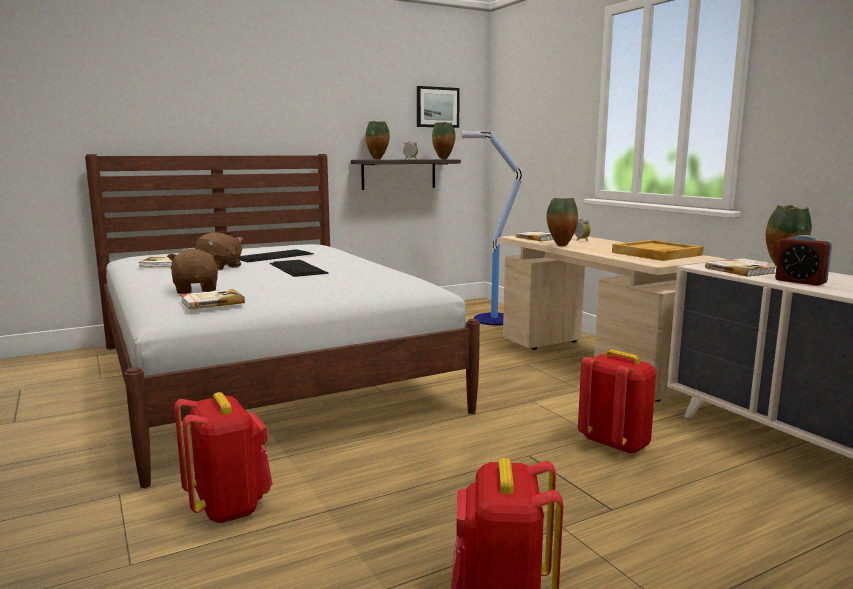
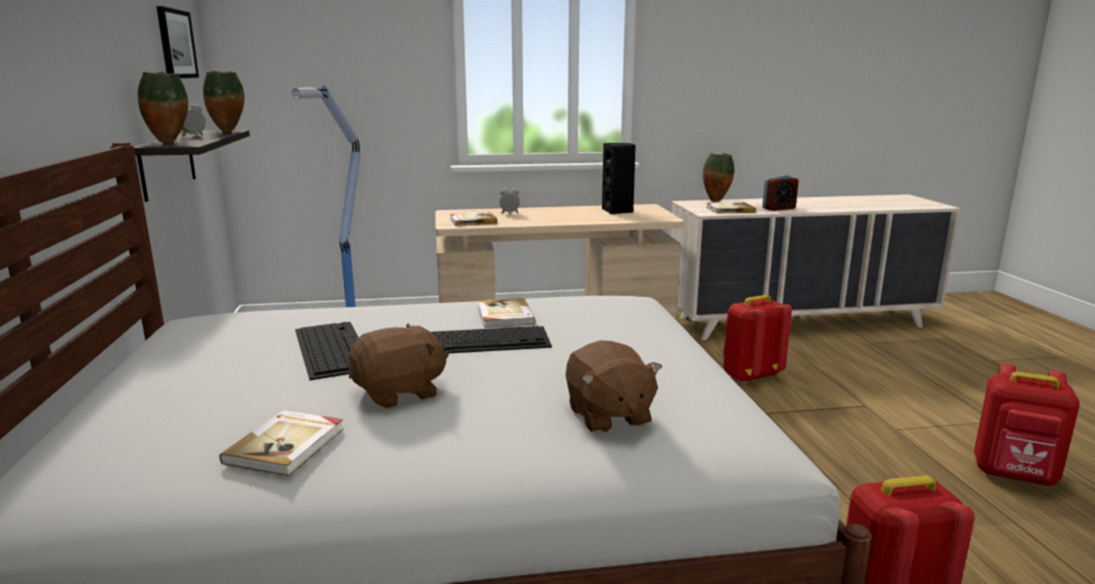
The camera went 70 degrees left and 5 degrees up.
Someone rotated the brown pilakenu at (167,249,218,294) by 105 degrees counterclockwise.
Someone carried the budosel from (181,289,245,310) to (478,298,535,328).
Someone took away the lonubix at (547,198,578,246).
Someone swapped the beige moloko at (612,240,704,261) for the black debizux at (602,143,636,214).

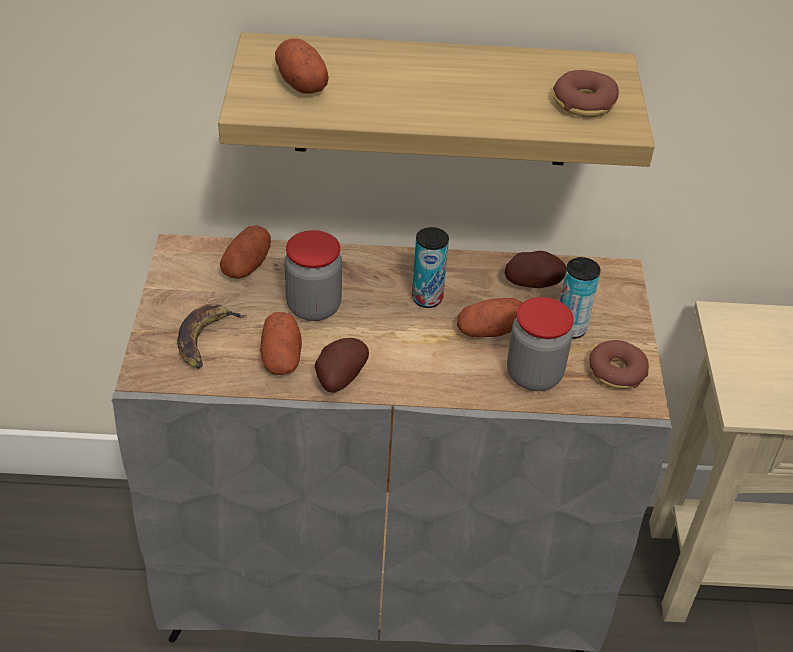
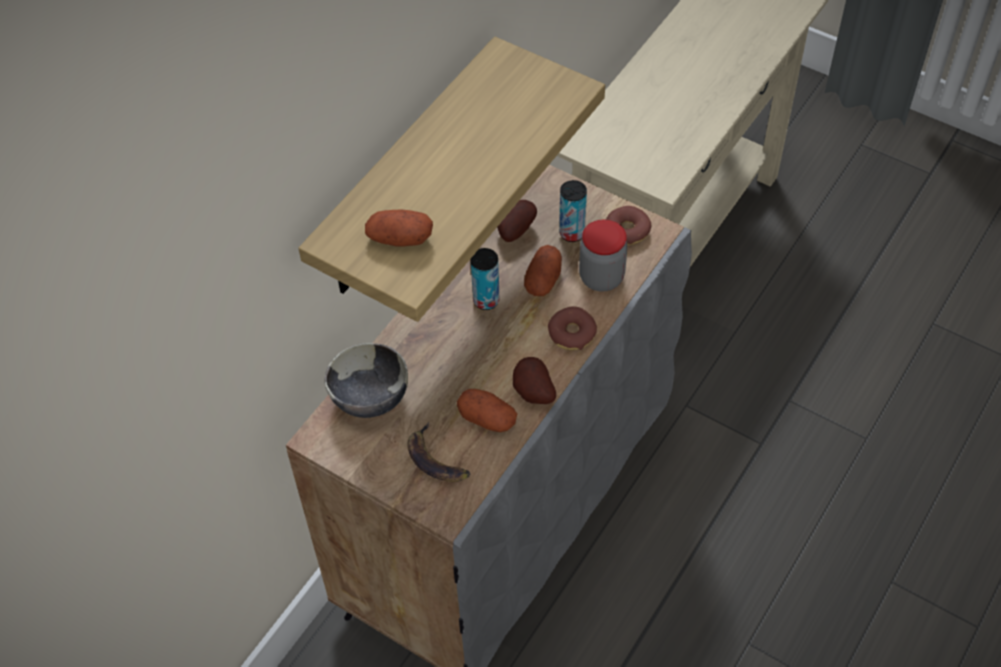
The camera went 55 degrees left and 10 degrees up.
Someone swapped the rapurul at (220,225,271,279) for the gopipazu at (324,343,408,418).
Someone took away the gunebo at (285,230,342,321).
Someone carried the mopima from (553,70,619,117) to (548,306,597,350).

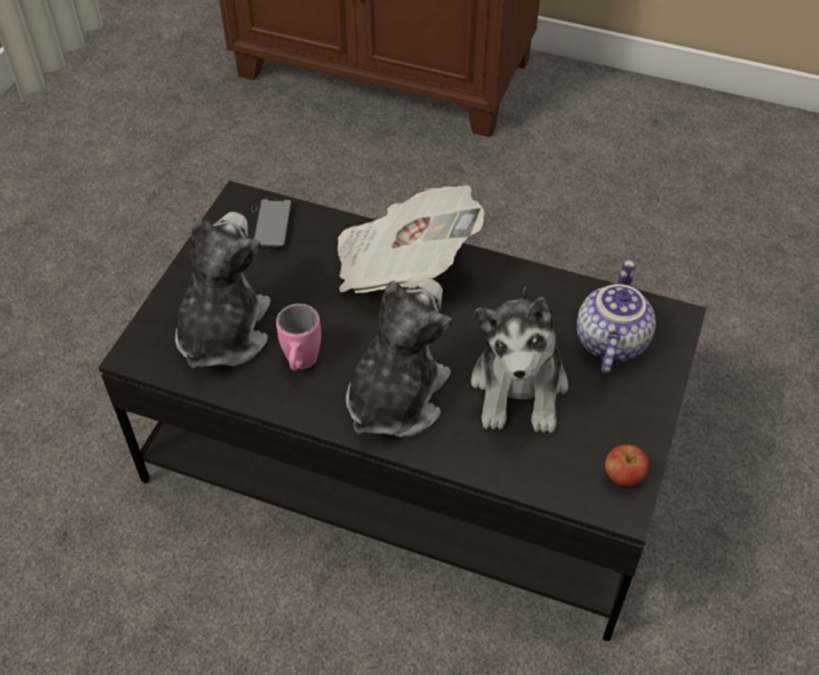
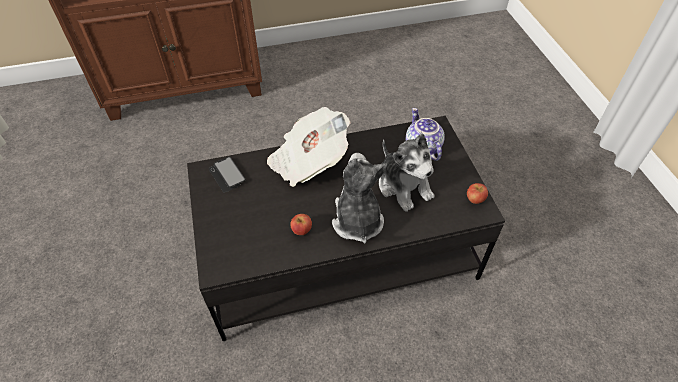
The camera went 35 degrees left and 0 degrees up.
Someone took away the pilakenu at (175,212,271,368).
Someone swapped the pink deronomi at (276,303,321,371) for the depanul at (290,214,312,235).

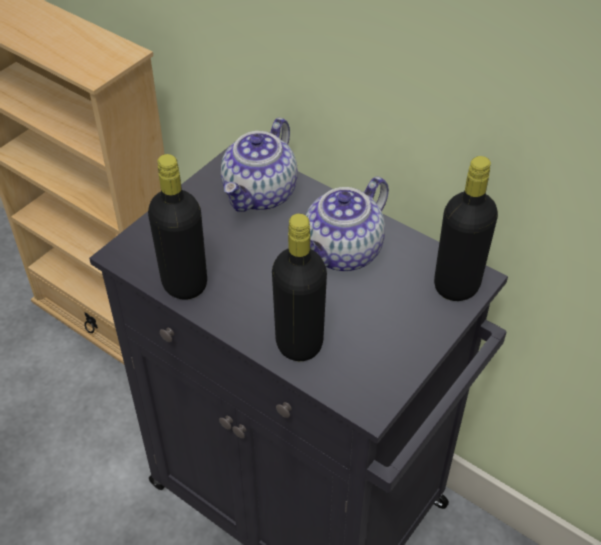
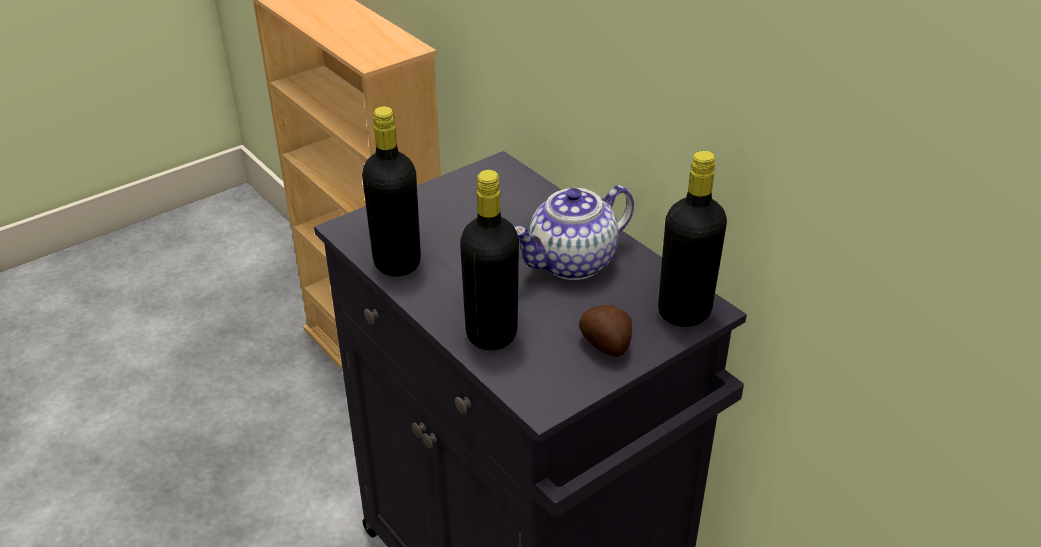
The camera went 15 degrees right and 10 degrees down.
Someone took away the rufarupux at (221,118,298,212).
Someone put down the rapurul at (579,305,632,357).

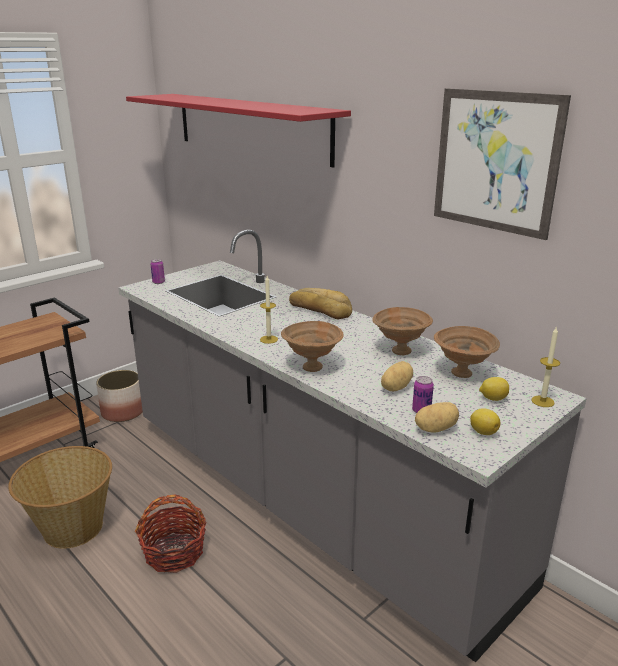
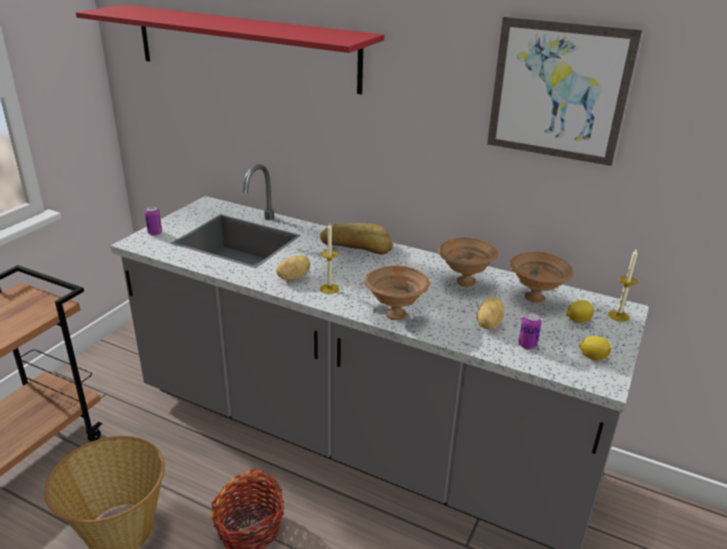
The camera went 20 degrees left and 5 degrees up.
Someone took away the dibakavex at (96,370,143,422).
Someone carried the rapurul from (415,402,459,432) to (276,255,310,281).

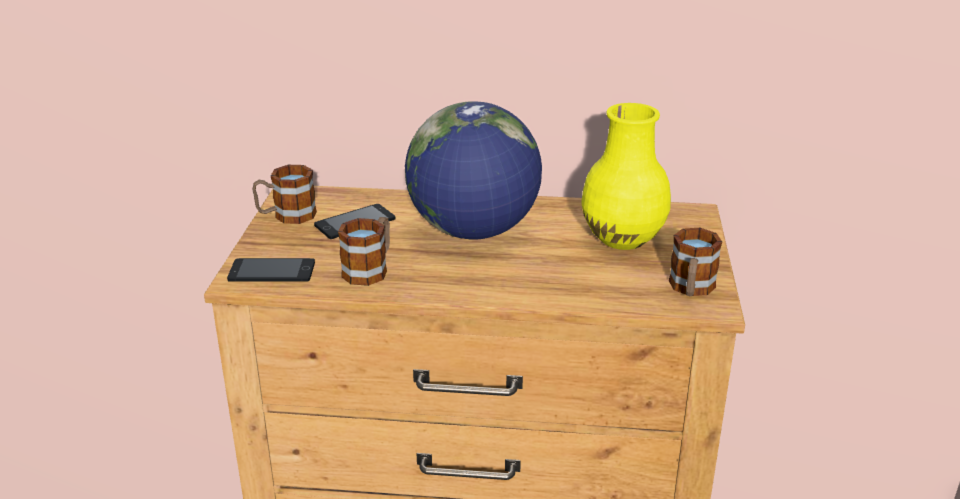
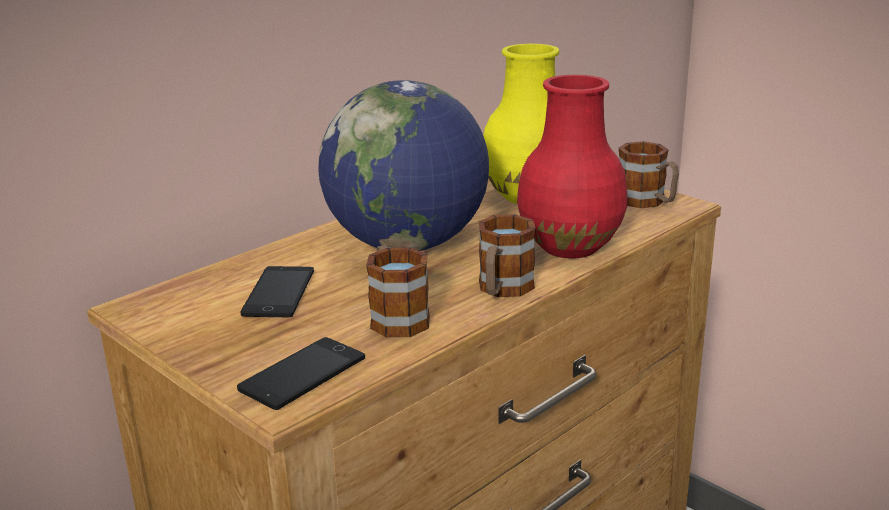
The camera went 50 degrees left and 5 degrees down.
Someone carried the deronomi from (252,165,317,224) to (479,214,536,297).
Someone put down the red lonubix at (517,75,627,259).

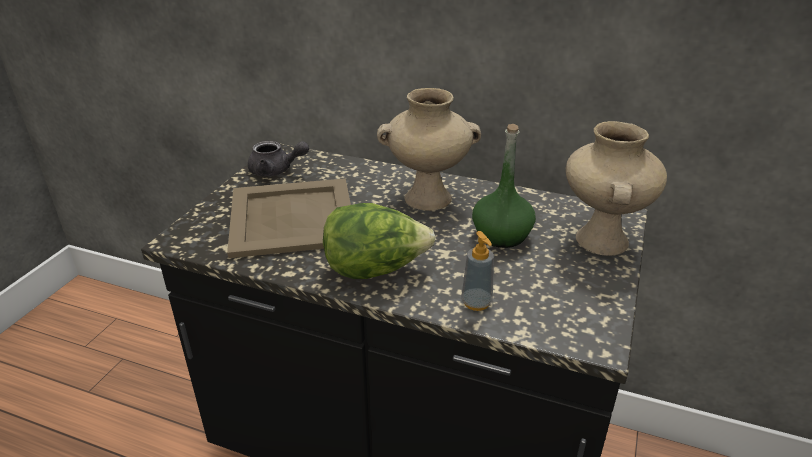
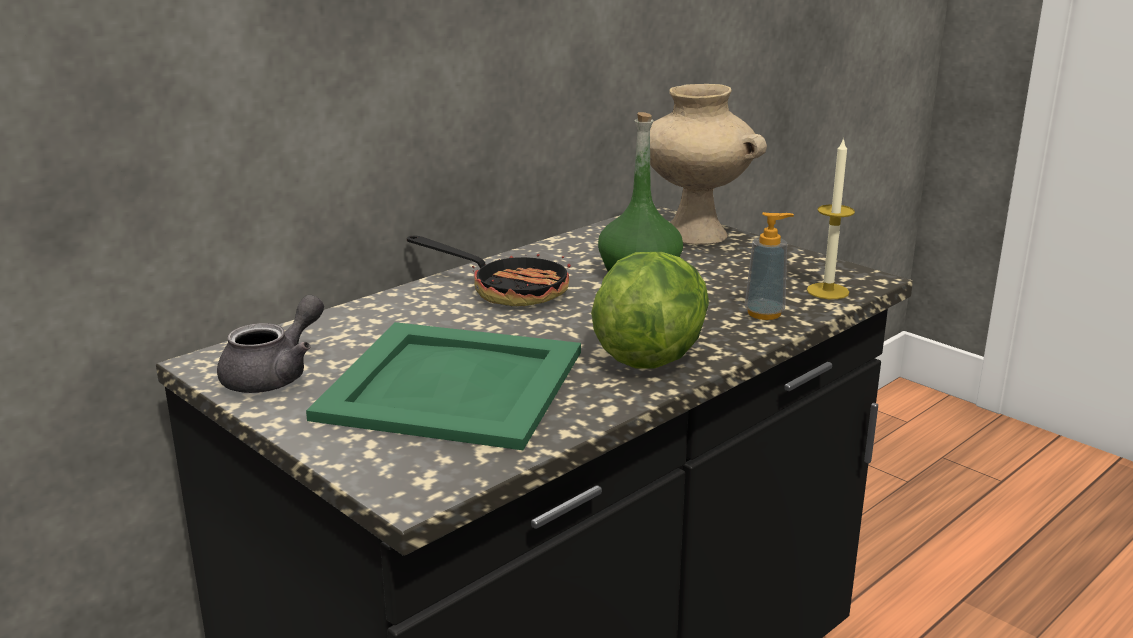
The camera went 65 degrees left and 10 degrees down.
Someone repainted the beige moloko at (227,178,351,258), which became the green moloko at (306,322,581,450).
Someone swapped the beige lonubix at (377,88,481,211) for the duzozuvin at (407,235,571,306).
Someone put down the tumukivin at (807,137,855,299).

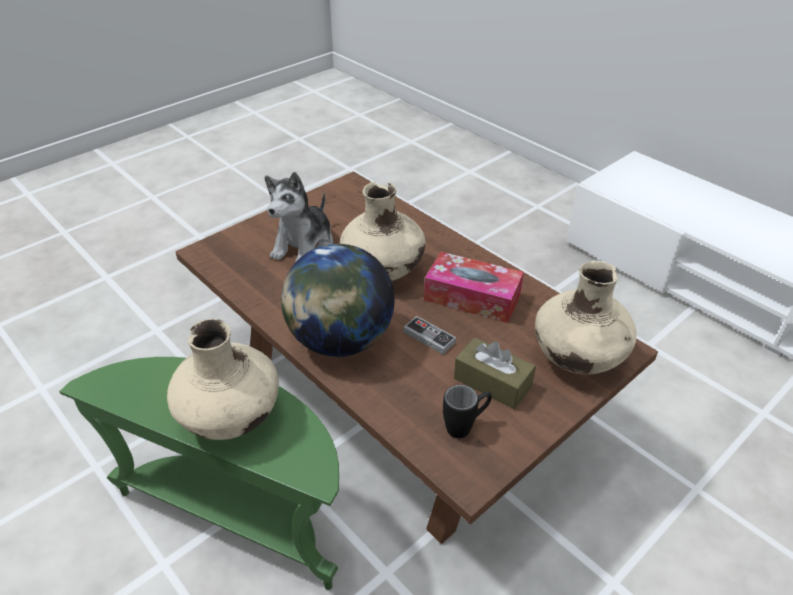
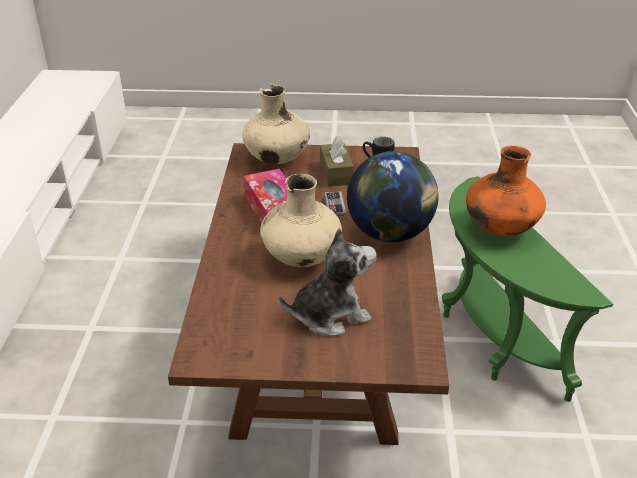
The camera went 135 degrees left and 5 degrees down.
Someone repainted the beige lonubix at (167,319,279,440), which became the orange lonubix at (466,146,546,236).

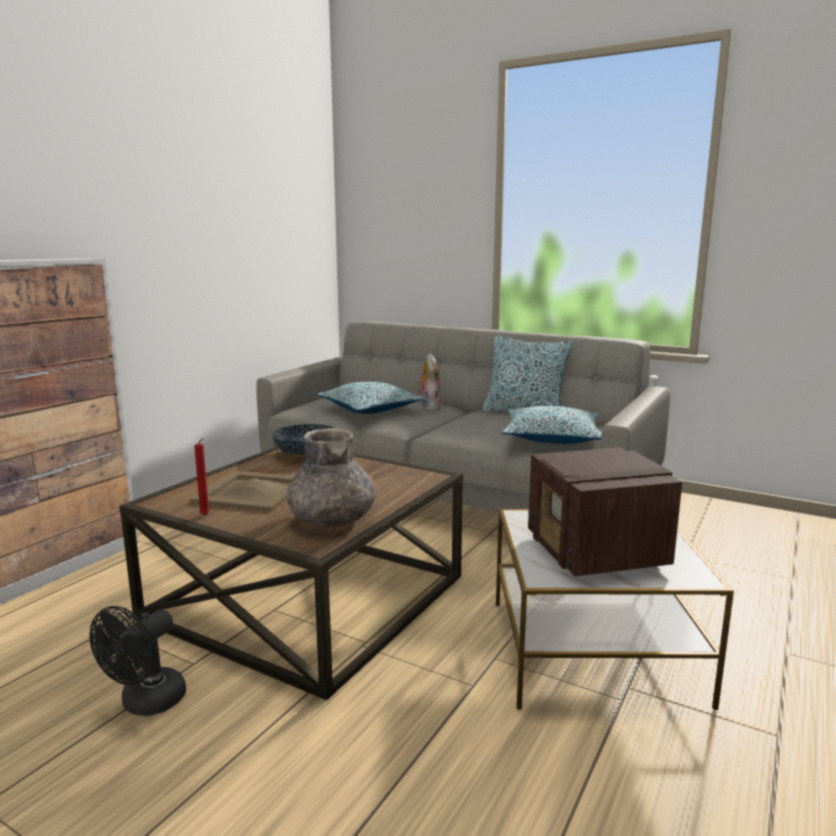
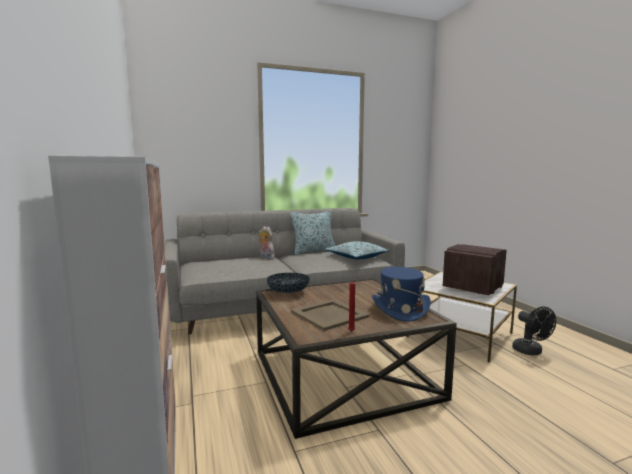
The camera went 50 degrees left and 5 degrees down.
Someone carried the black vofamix from (89,606,186,716) to (512,307,556,355).
Someone swapped the grey lonubix at (286,428,376,528) for the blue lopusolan at (372,267,431,322).
Someone took away the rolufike at (317,382,426,414).
Someone rotated the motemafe at (528,447,682,576) by 105 degrees clockwise.

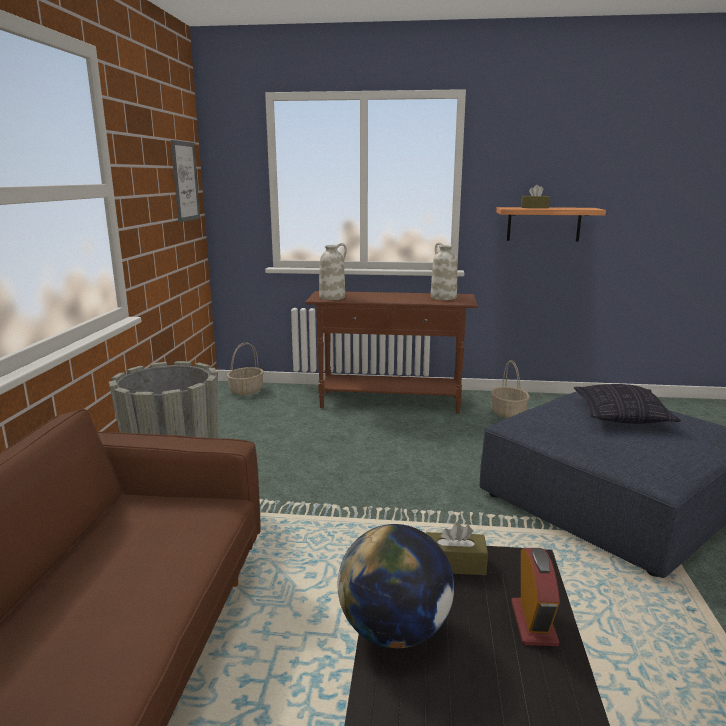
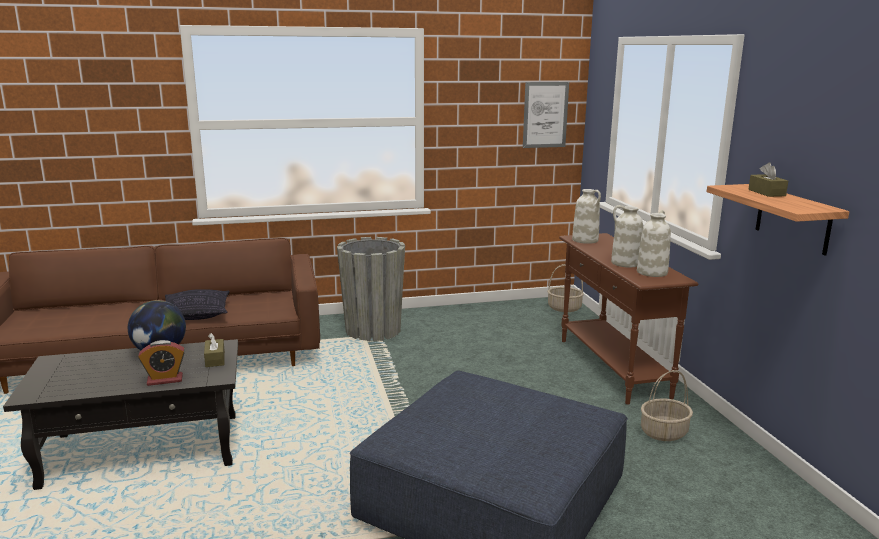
The camera went 70 degrees right and 0 degrees up.
Someone carried the rolufike from (574,384,681,424) to (165,289,230,320).
Someone put down the white lonubix at (611,205,643,267).

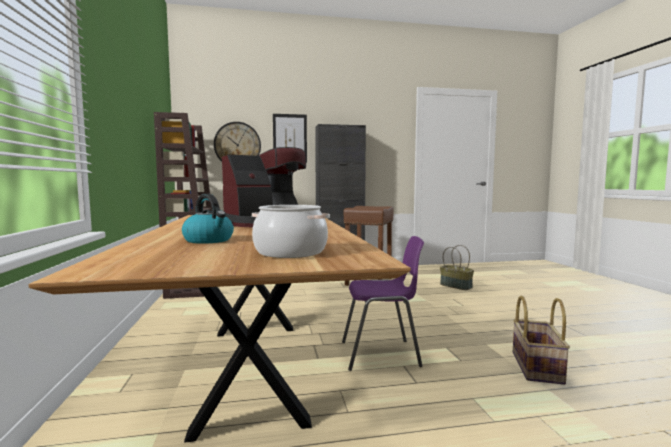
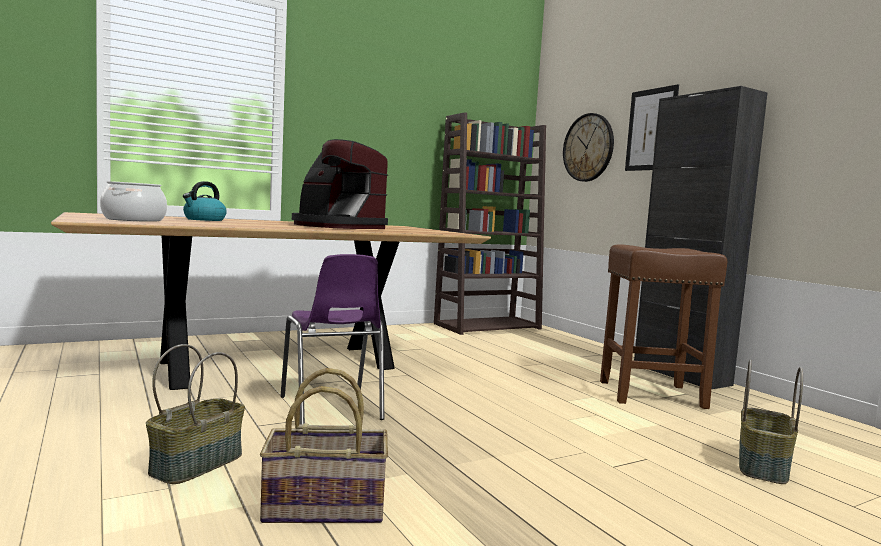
The camera went 70 degrees right and 0 degrees up.
Someone put down the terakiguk at (146,344,245,484).

